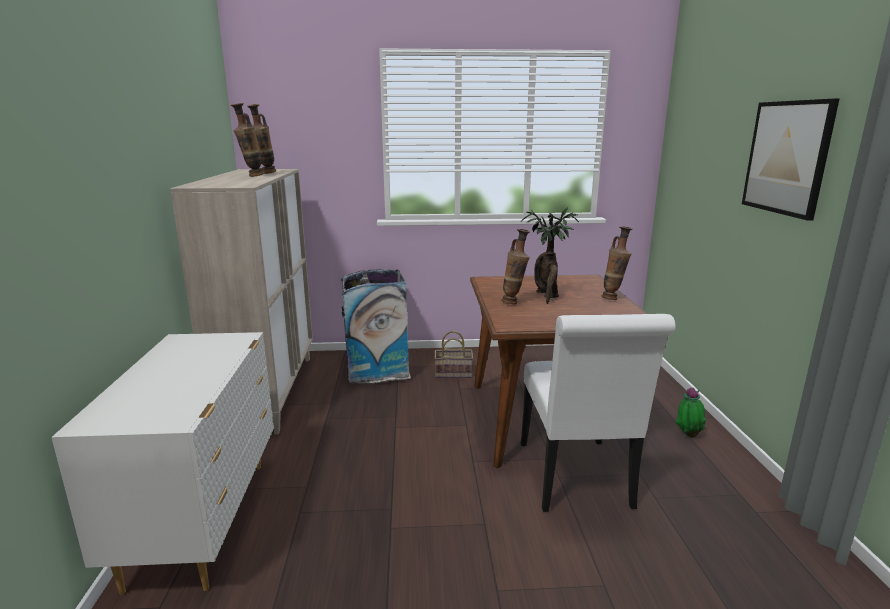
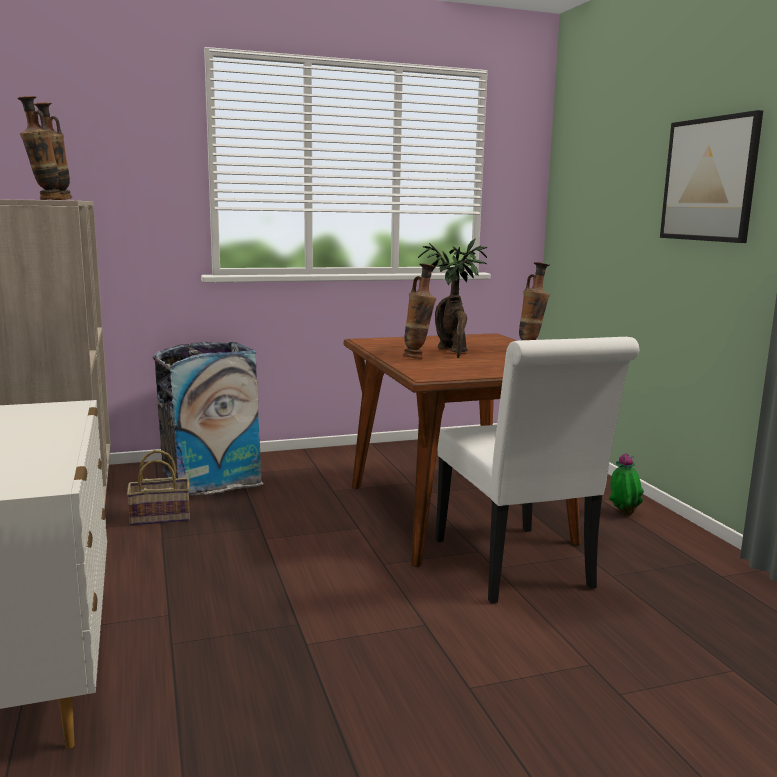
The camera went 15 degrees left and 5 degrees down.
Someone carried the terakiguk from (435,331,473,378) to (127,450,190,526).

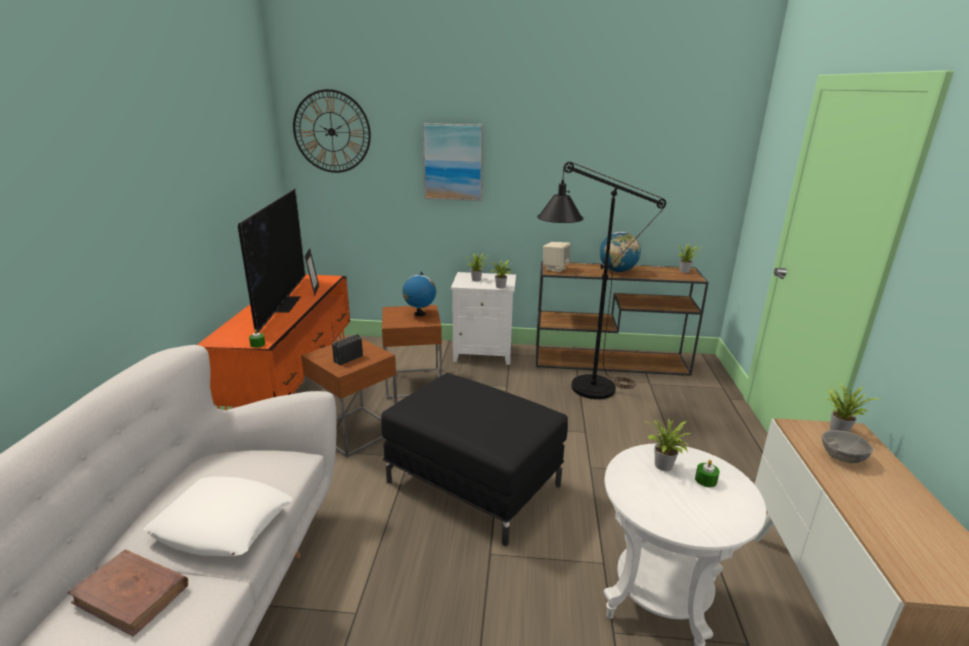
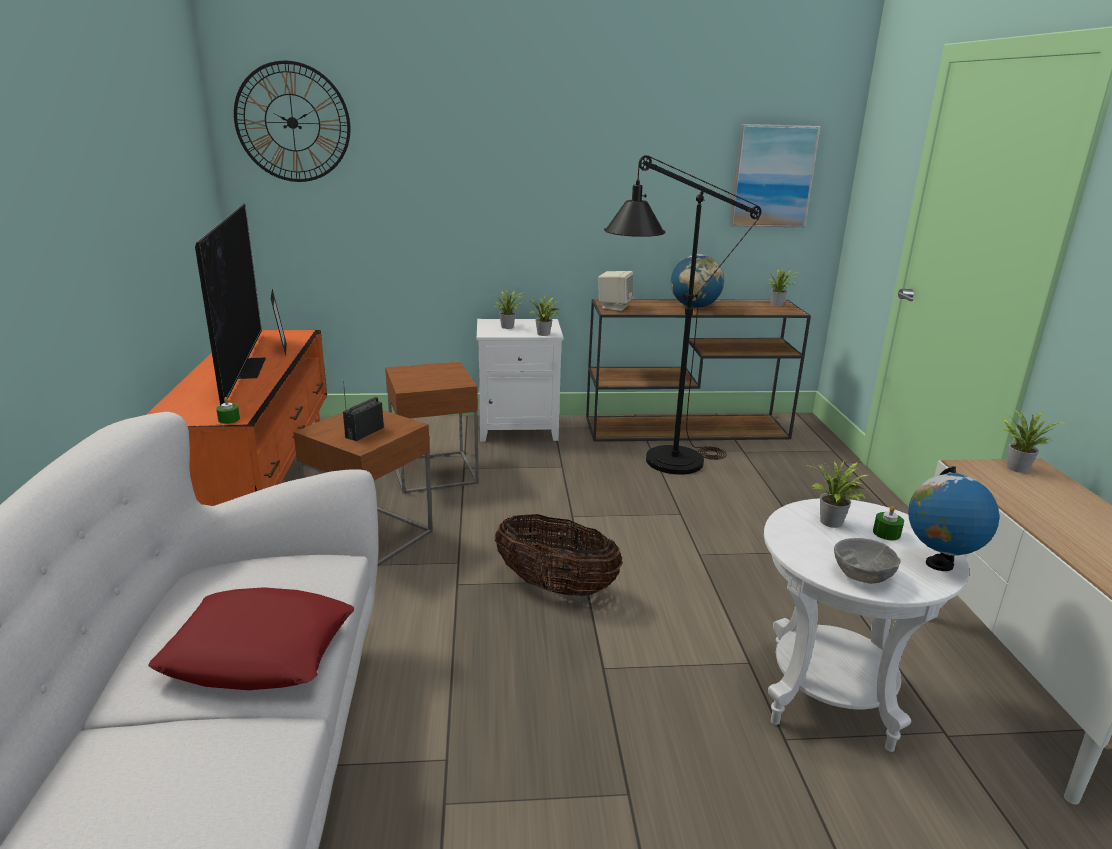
The camera went 10 degrees left and 0 degrees up.
Someone took away the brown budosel at (67,549,188,636).
Someone repainted the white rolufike at (144,476,292,556), which became the red rolufike at (148,587,354,690).
Someone swapped the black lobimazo at (381,373,568,546) for the terakiguk at (494,514,623,596).
Someone carried the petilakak from (403,272,436,316) to (908,466,999,571).
Someone carried the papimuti from (423,123,483,201) to (729,124,820,227).
Someone carried the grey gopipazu from (822,430,873,463) to (834,538,900,584).

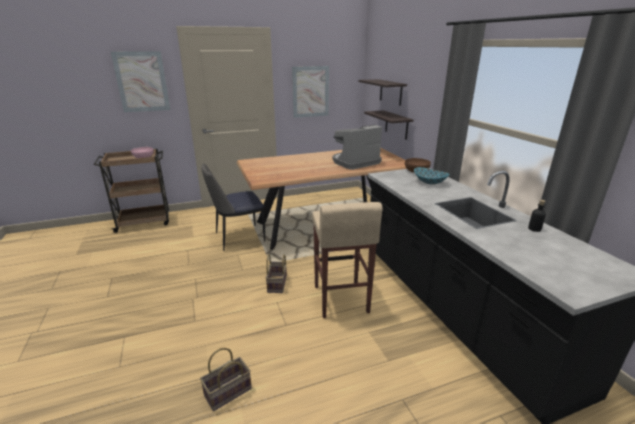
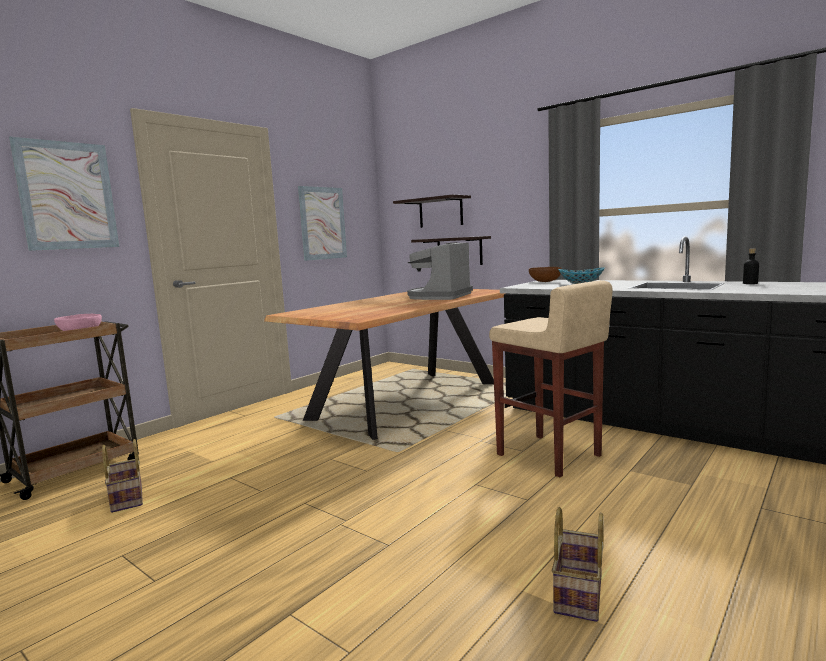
The camera went 30 degrees left and 15 degrees down.
Someone took away the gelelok at (201,164,265,251).
Someone carried the terakiguk from (266,254,287,293) to (102,439,143,513).

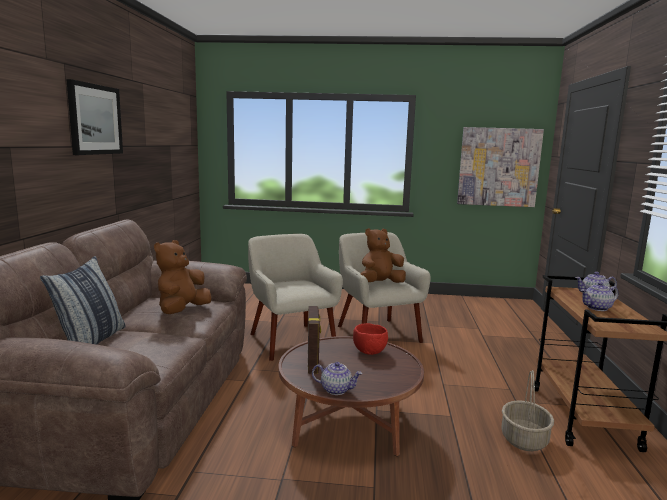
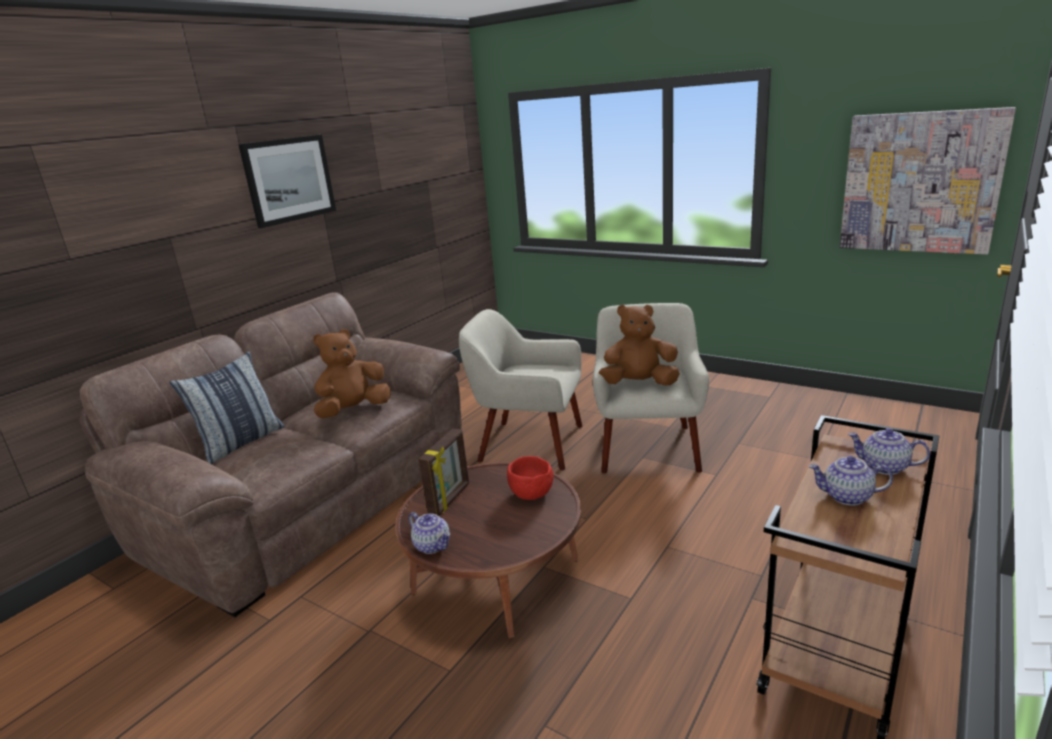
The camera went 30 degrees right and 10 degrees up.
Someone rotated the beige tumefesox at (248,234,343,361) by 75 degrees counterclockwise.
Someone took away the terakiguk at (502,370,554,451).

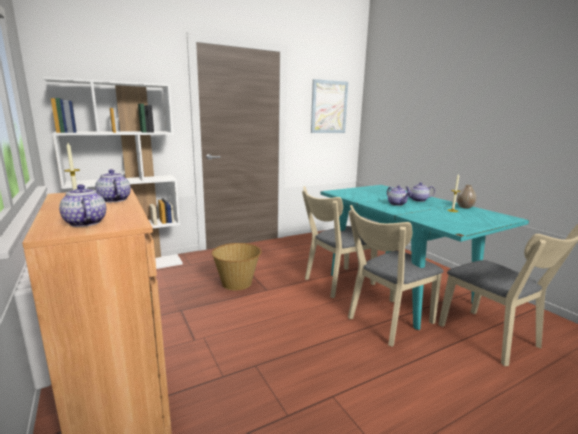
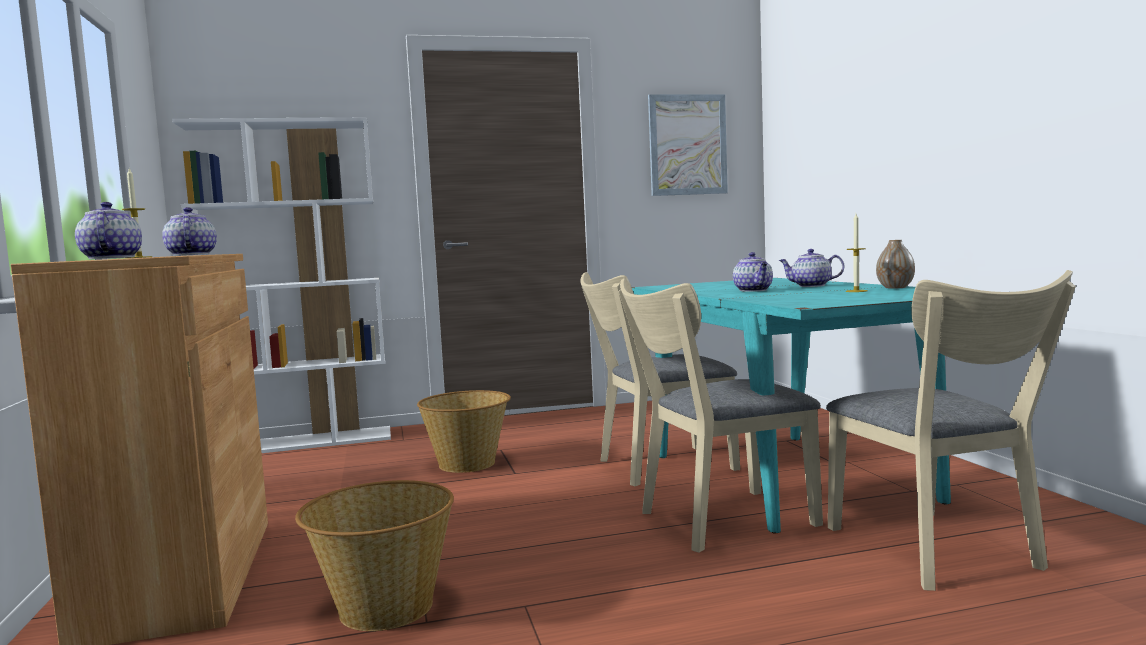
The camera went 15 degrees right and 10 degrees down.
Someone put down the terakiguk at (295,480,454,631).

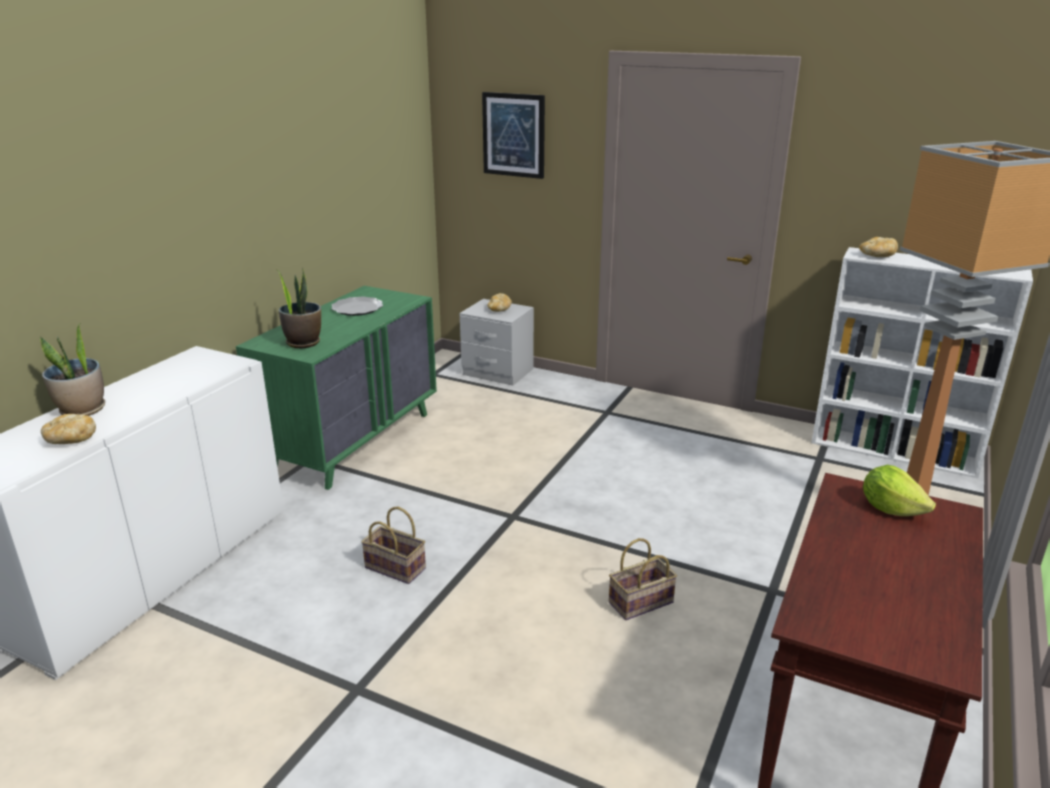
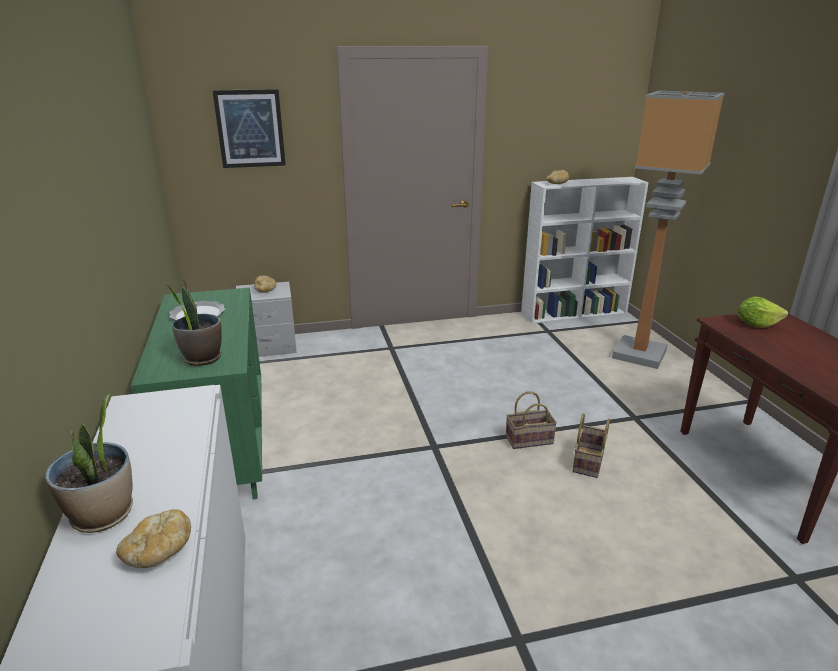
The camera went 40 degrees left and 0 degrees up.
Someone carried the terakiguk from (361,507,426,584) to (506,391,557,449).

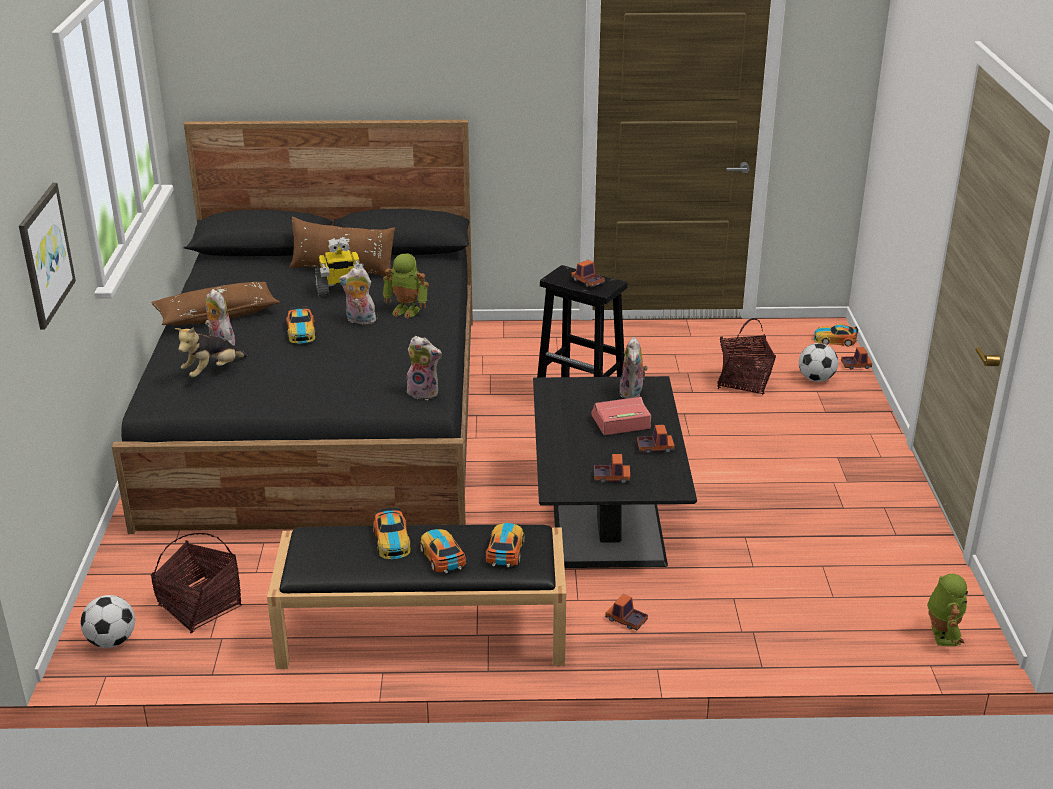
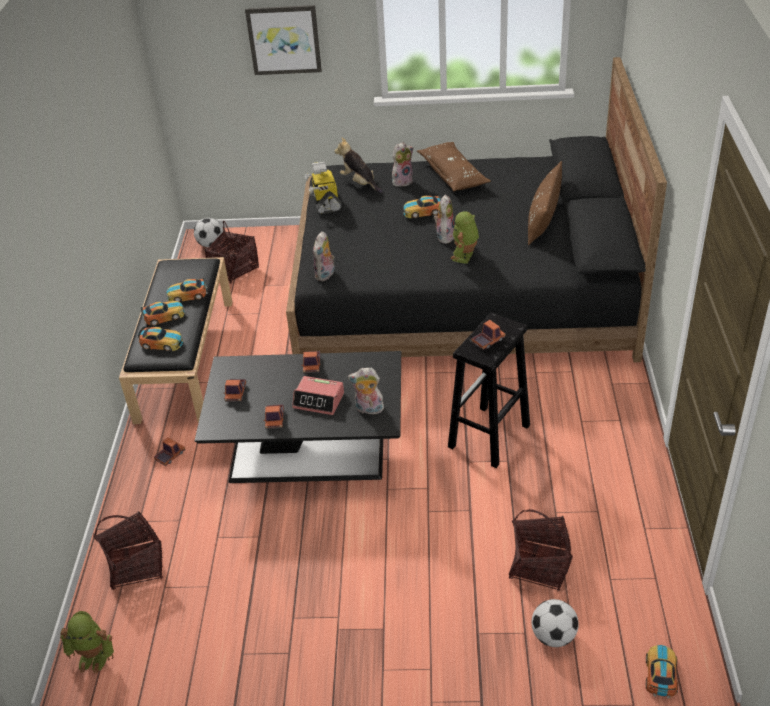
The camera went 95 degrees right and 10 degrees up.
Someone carried the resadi from (315,237,364,297) to (305,162,342,214).
Someone rotated the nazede at (591,397,651,435) by 120 degrees clockwise.
Someone carried the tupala from (841,347,872,370) to (301,351,321,373).
Someone put down the terakiguk at (93,511,163,590).

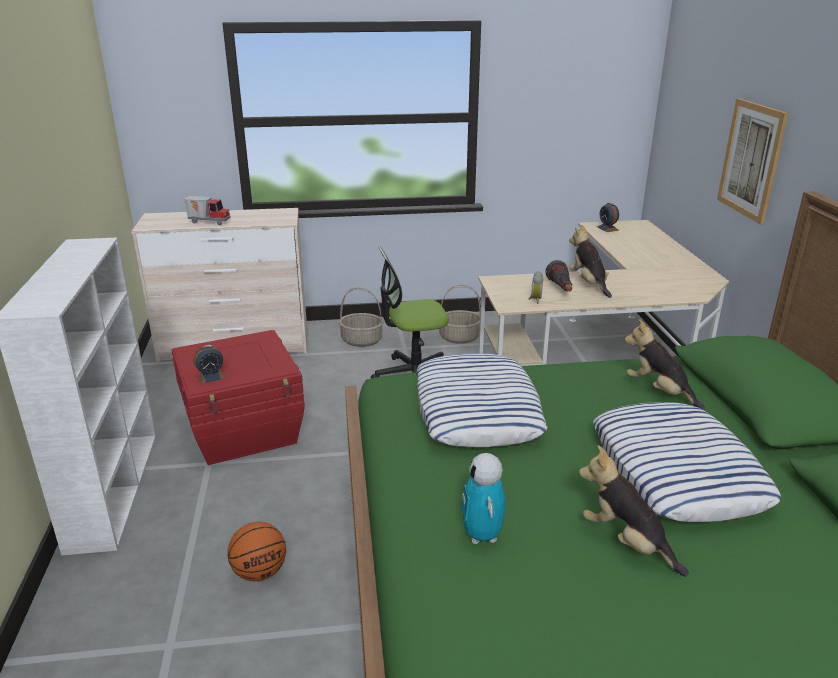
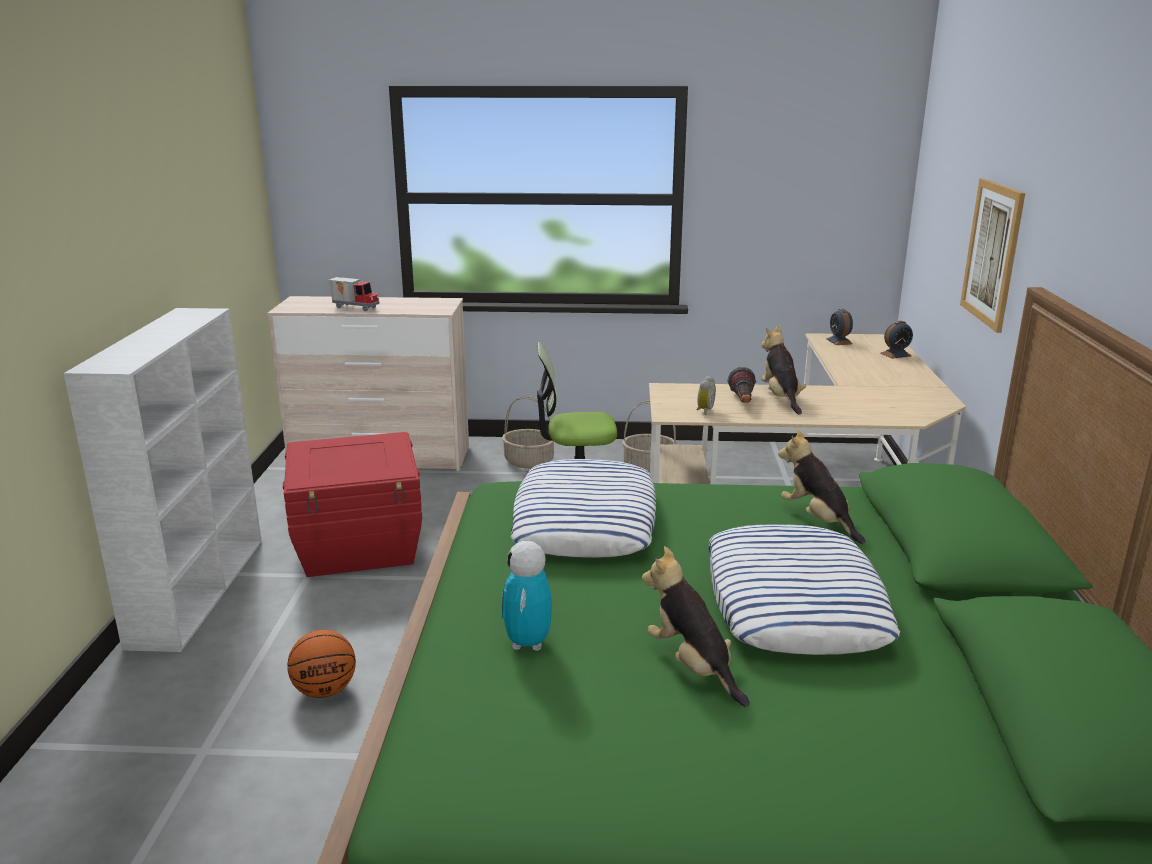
The camera went 10 degrees right and 5 degrees down.
Someone carried the nazede from (194,345,226,384) to (881,321,913,359).

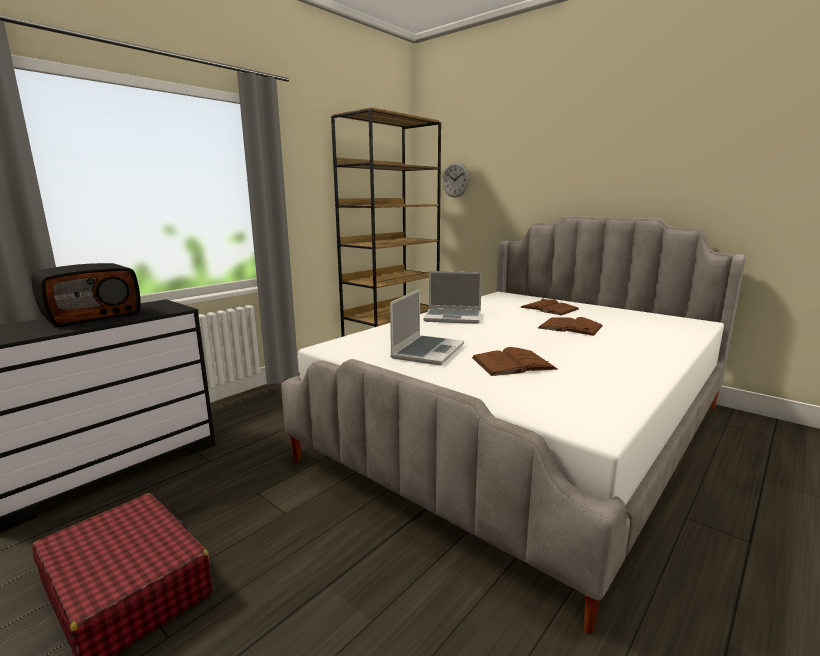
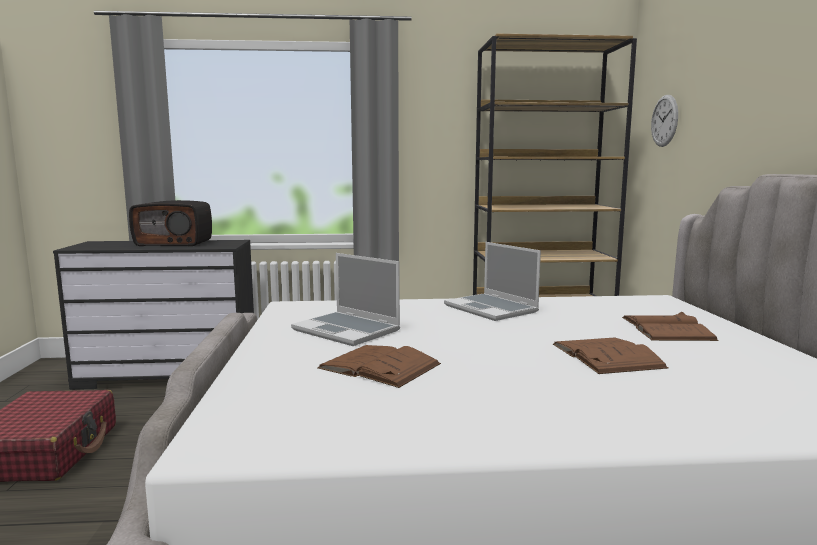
The camera went 45 degrees right and 5 degrees down.
Someone rotated the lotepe at (390,289,464,365) by 60 degrees clockwise.

